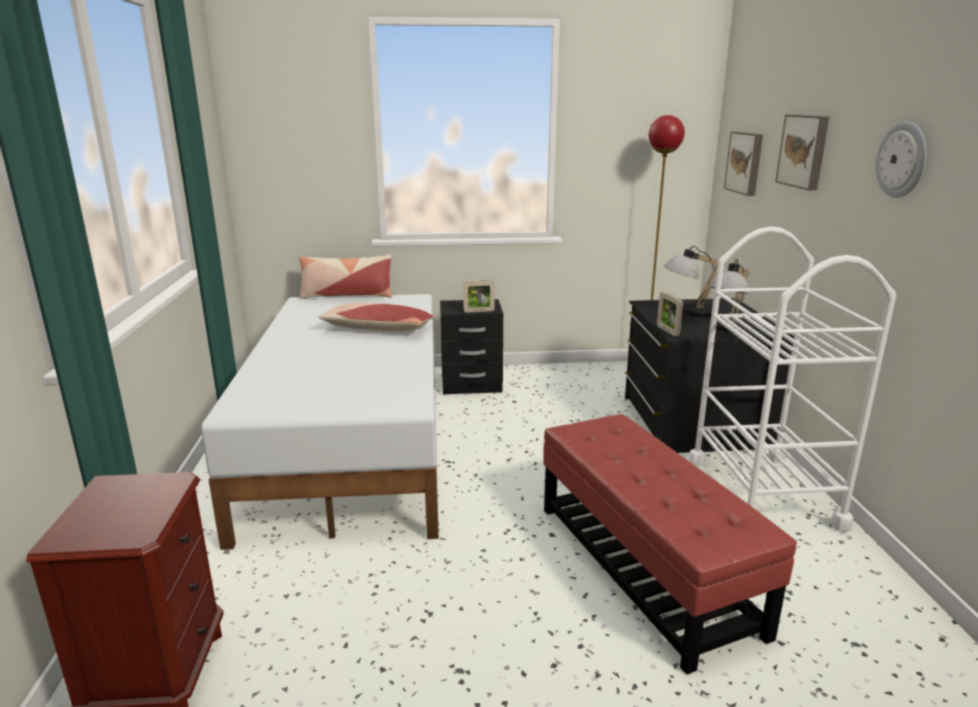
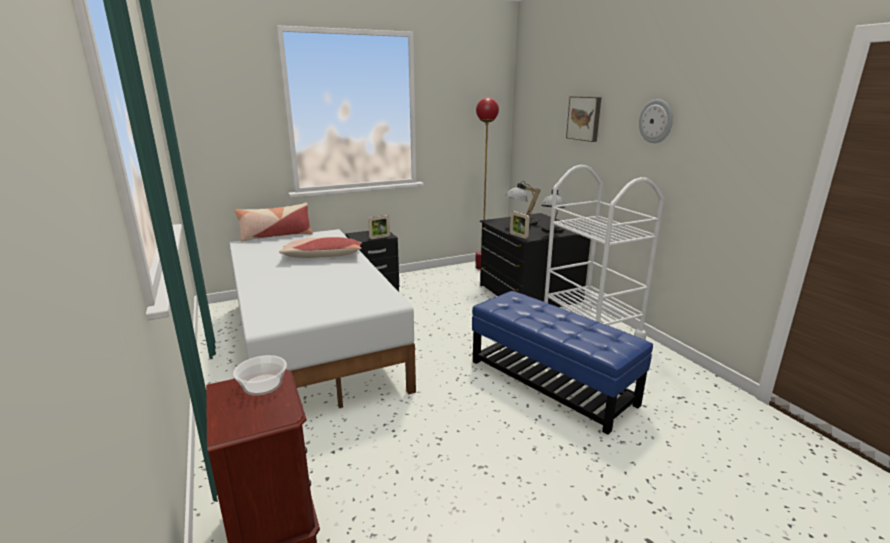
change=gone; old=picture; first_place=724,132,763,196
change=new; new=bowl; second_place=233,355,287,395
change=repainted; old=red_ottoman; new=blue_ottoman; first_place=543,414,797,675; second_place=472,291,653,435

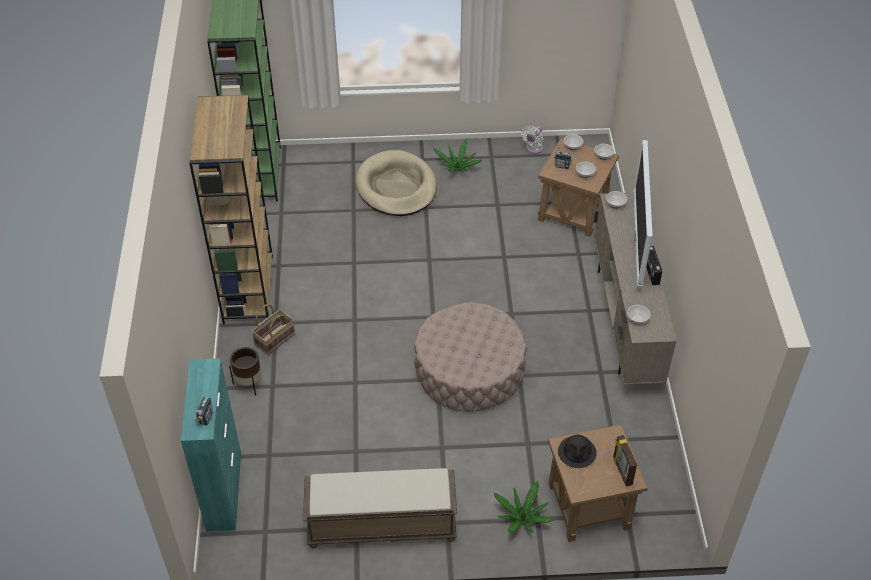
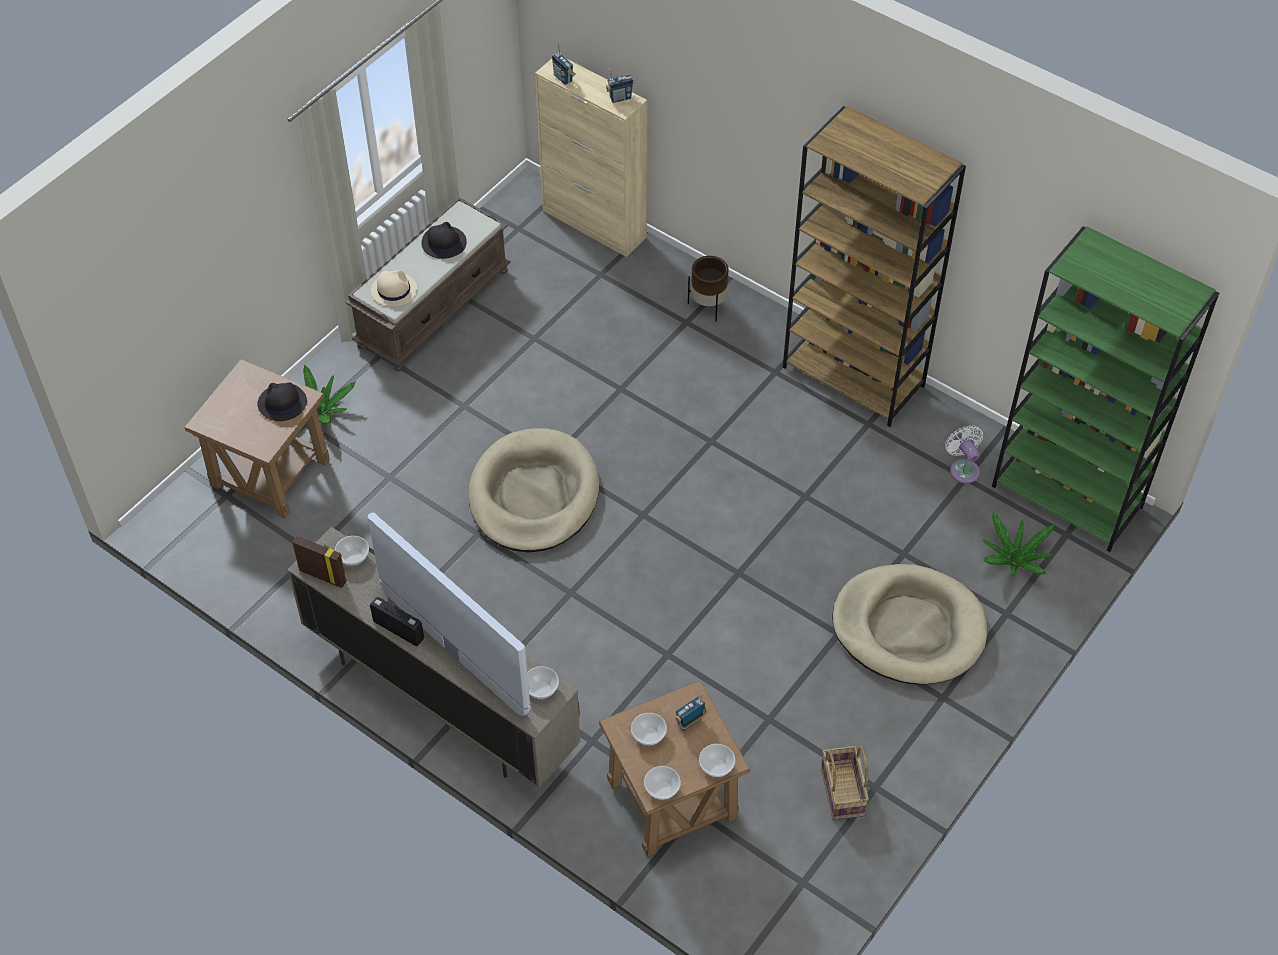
change=new; new=beige_hat; second_place=371,270,417,306
change=new; new=black_hat; second_place=421,222,467,259
change=new; new=radio; second_place=606,69,635,103
change=shifted; old=basket; first_place=252,304,295,355; second_place=821,745,869,820
change=shifted; old=potted_plant; first_place=433,139,482,171; second_place=983,511,1055,576
change=shifted; old=white_fan; first_place=521,126,544,154; second_place=945,425,983,484
change=shifted; old=picture_frame; first_place=613,435,637,487; second_place=292,536,347,588
change=swapped; old=beige_ottoman; new=beige_dog_bed; first_place=414,302,527,412; second_place=468,428,599,553
change=repainted; old=turquoise_cabinet; new=beige_cabinet; first_place=181,358,241,532; second_place=535,59,647,257

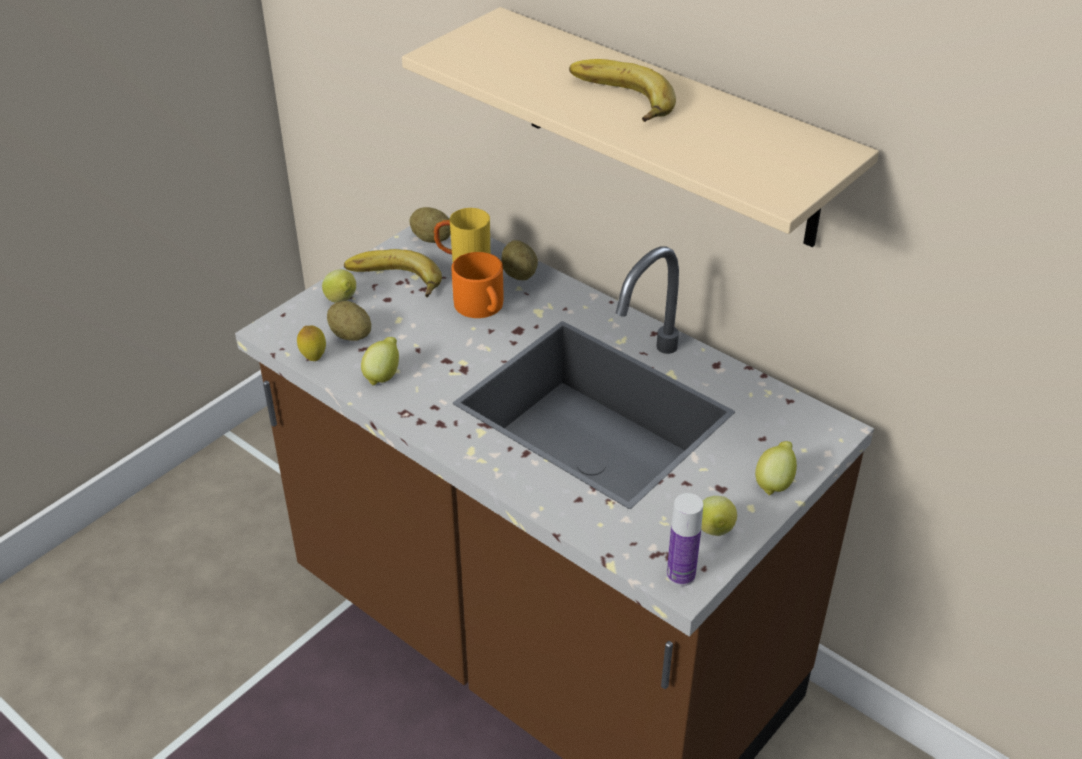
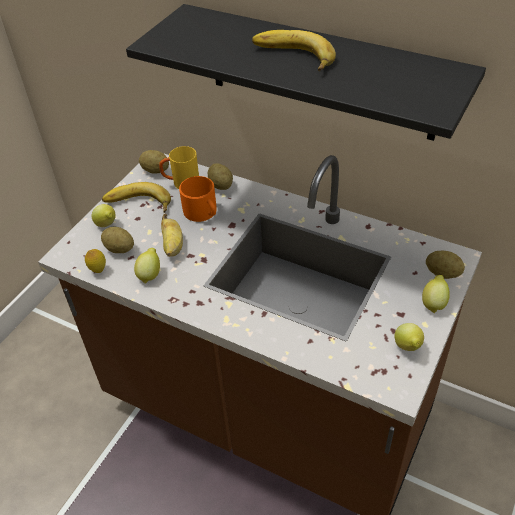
change=gone; old=bottle; first_place=667,493,703,586
change=new; new=banana; second_place=161,214,183,257
change=new; new=potato; second_place=426,251,465,279
change=repainted; old=beige_shelf; new=black_shelf; first_place=402,7,879,247; second_place=126,4,486,141

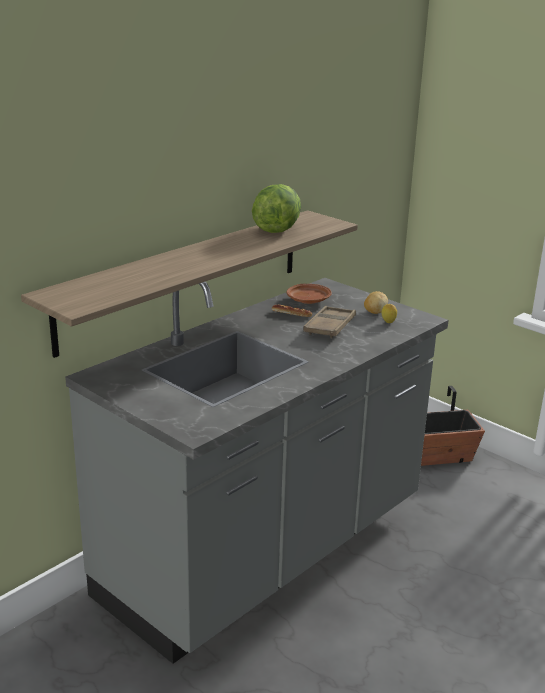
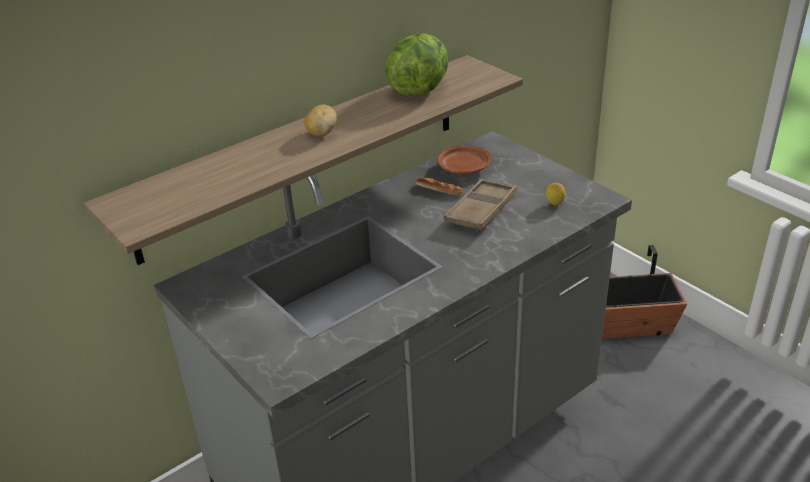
change=shifted; old=potato; first_place=364,291,388,314; second_place=304,105,337,136

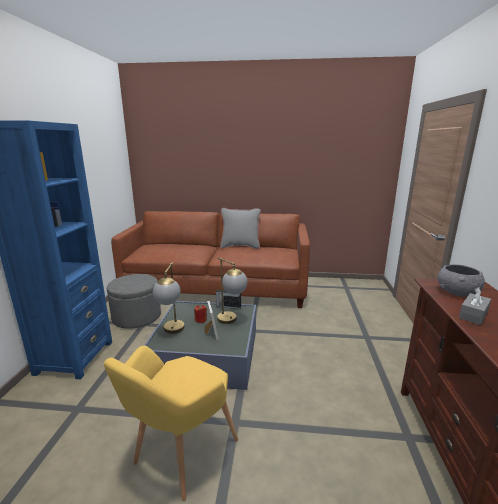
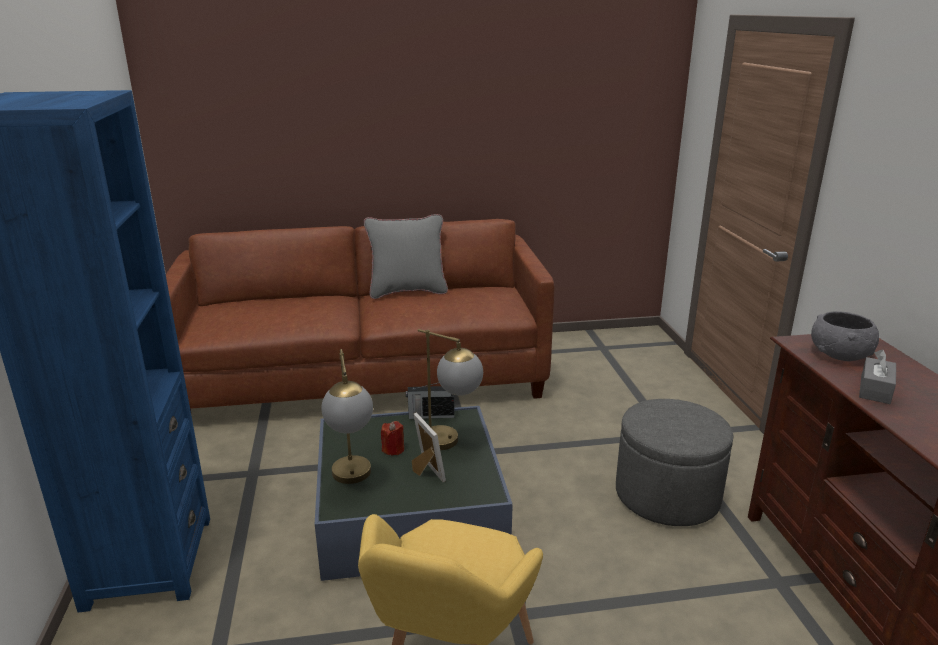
change=shifted; old=grey_ottoman; first_place=107,274,161,329; second_place=616,399,733,526

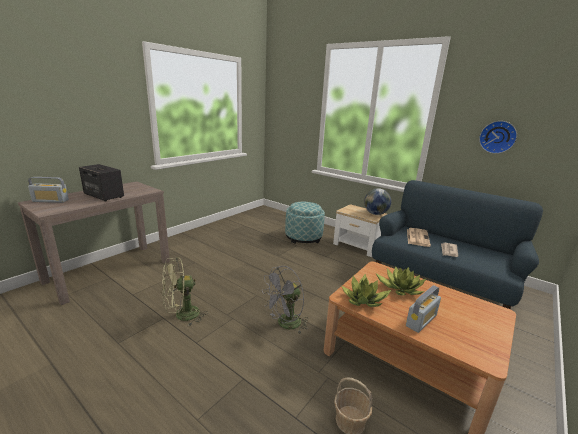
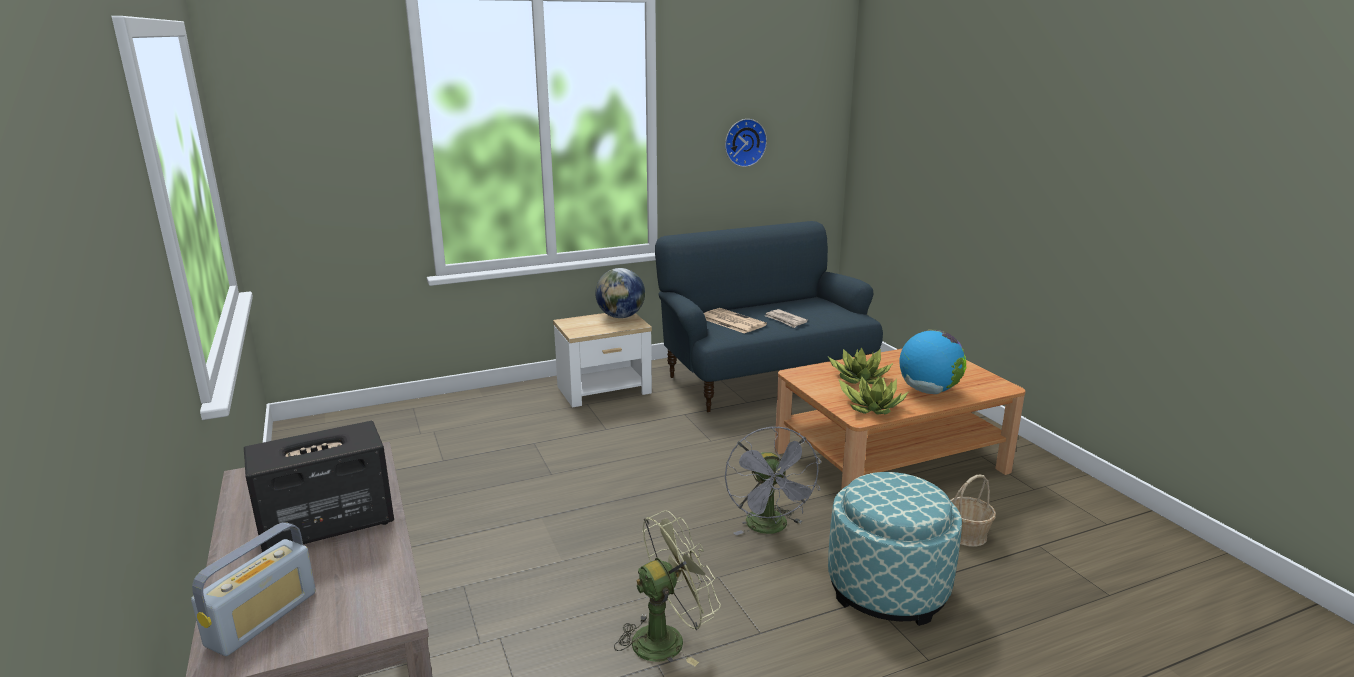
change=shifted; old=ottoman; first_place=285,202,325,243; second_place=828,472,962,626
change=swapped; old=radio; new=globe; first_place=406,285,441,333; second_place=899,330,967,394
change=rotated; old=green_fan; first_place=162,257,208,327; second_place=614,510,721,666; degrees=-120

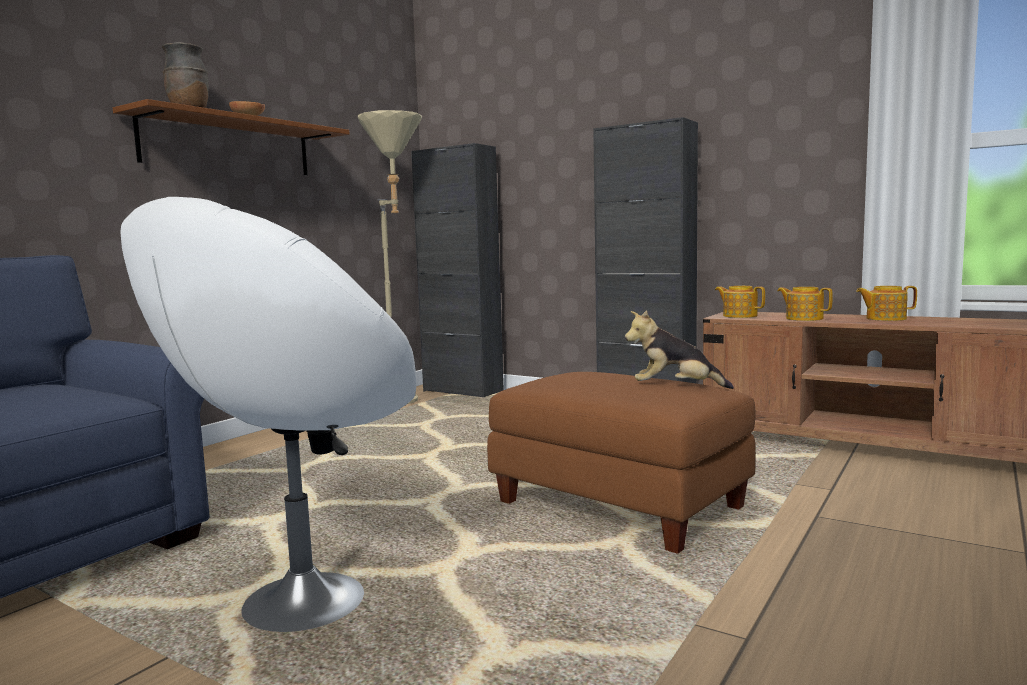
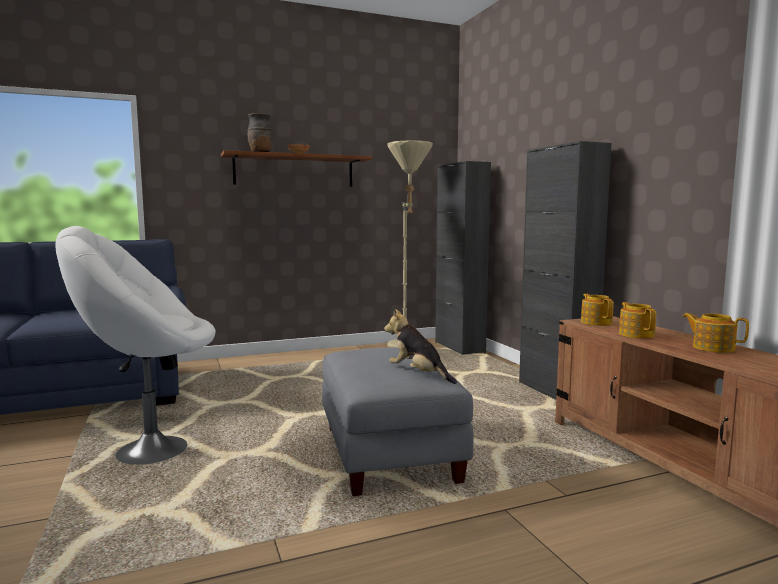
change=repainted; old=brown_ottoman; new=grey_ottoman; first_place=487,372,756,554; second_place=322,348,473,496

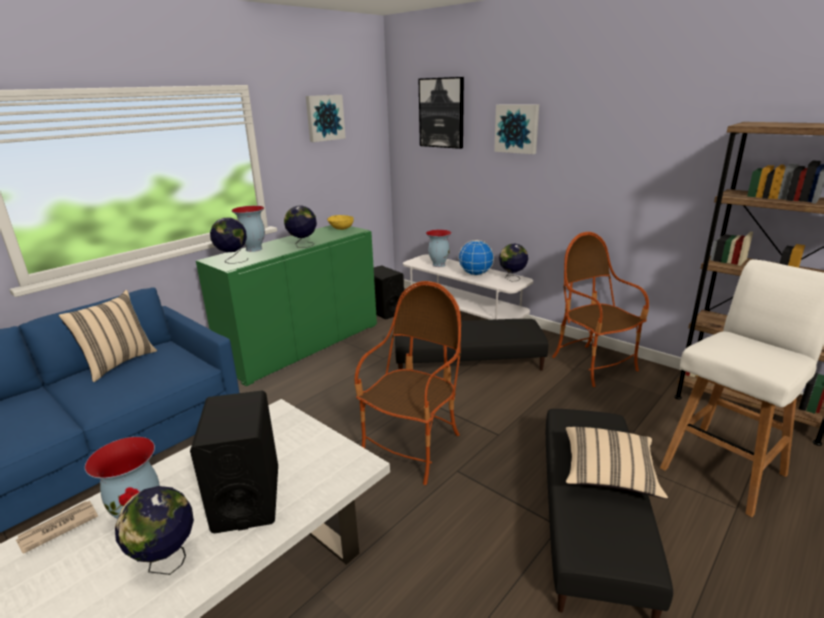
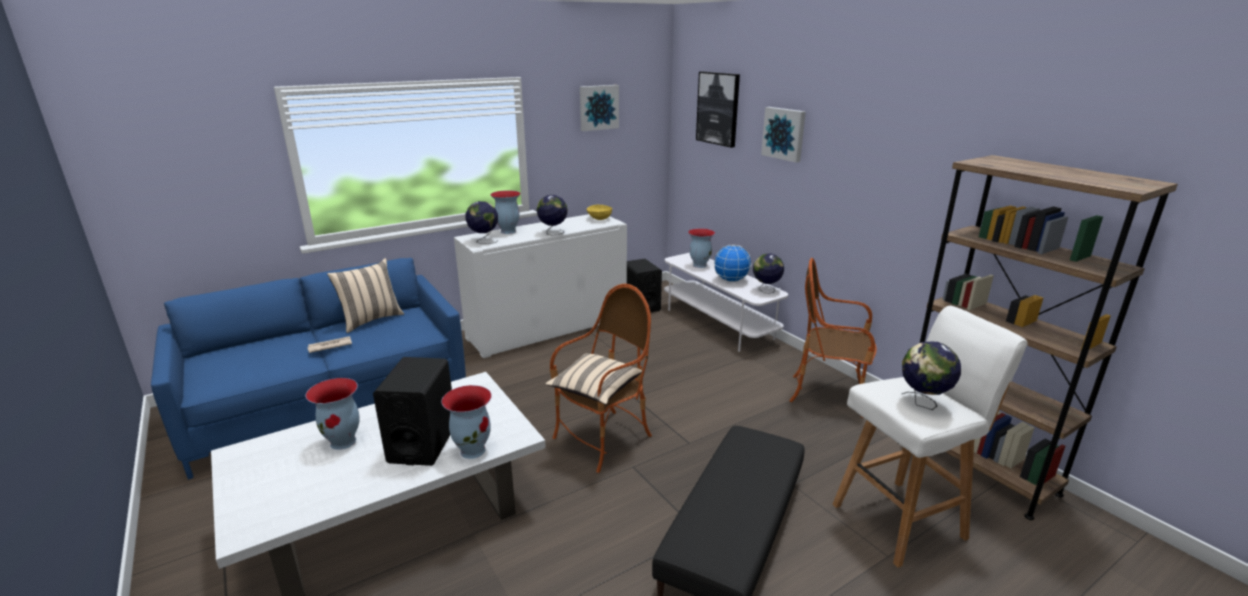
change=gone; old=black_ottoman; first_place=395,319,548,370
change=new; new=vase; second_place=441,385,492,459
change=shifted; old=newspaper; first_place=16,501,98,554; second_place=307,336,352,353
change=shifted; old=globe; first_place=115,486,194,575; second_place=902,342,961,410
change=shifted; old=beige_pillow; first_place=565,427,668,499; second_place=545,353,642,405
change=repainted; old=green_cabinet; new=white_cabinet; first_place=196,225,377,386; second_place=454,214,627,358
change=rotated; old=armchair; first_place=552,232,649,387; second_place=789,258,877,418; degrees=-60

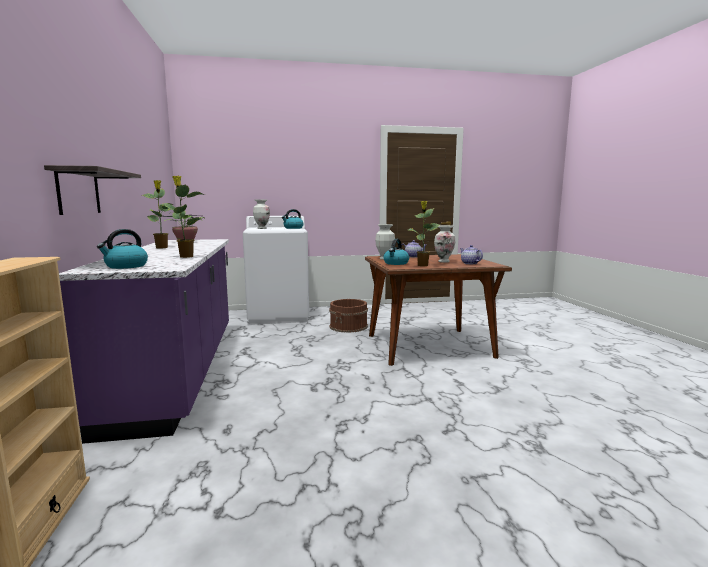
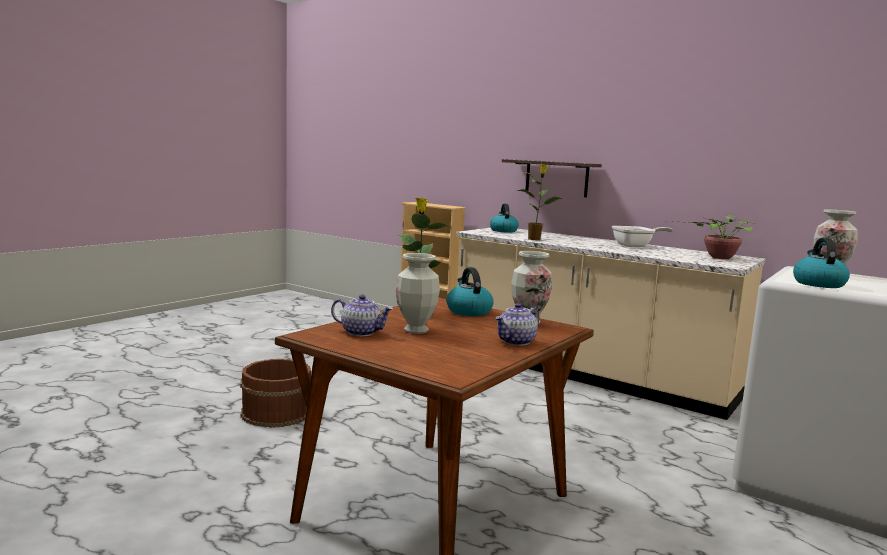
change=shifted; old=brown_bucket; first_place=329,299,368,333; second_place=240,359,311,428
change=swapped; old=potted_plant; new=frying_pan; first_place=142,180,173,248; second_place=612,226,673,247
change=repainted; old=purple_counter; new=beige_counter; first_place=59,239,229,444; second_place=456,228,765,420

